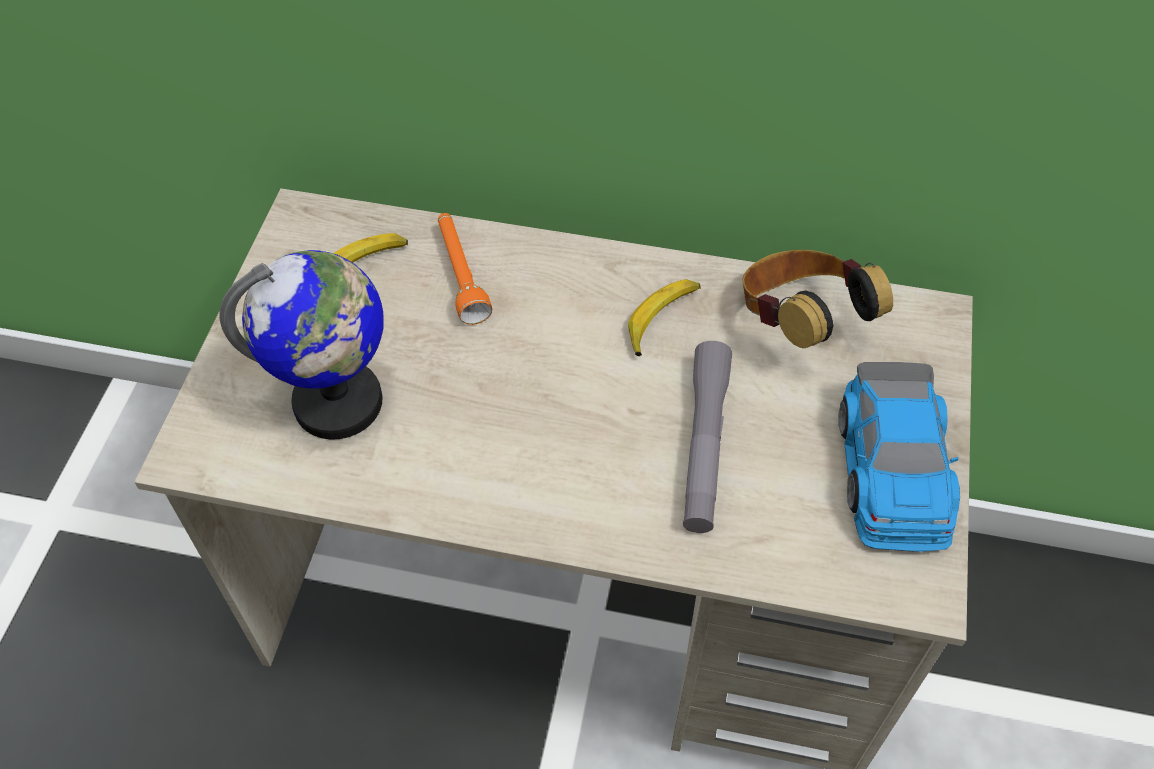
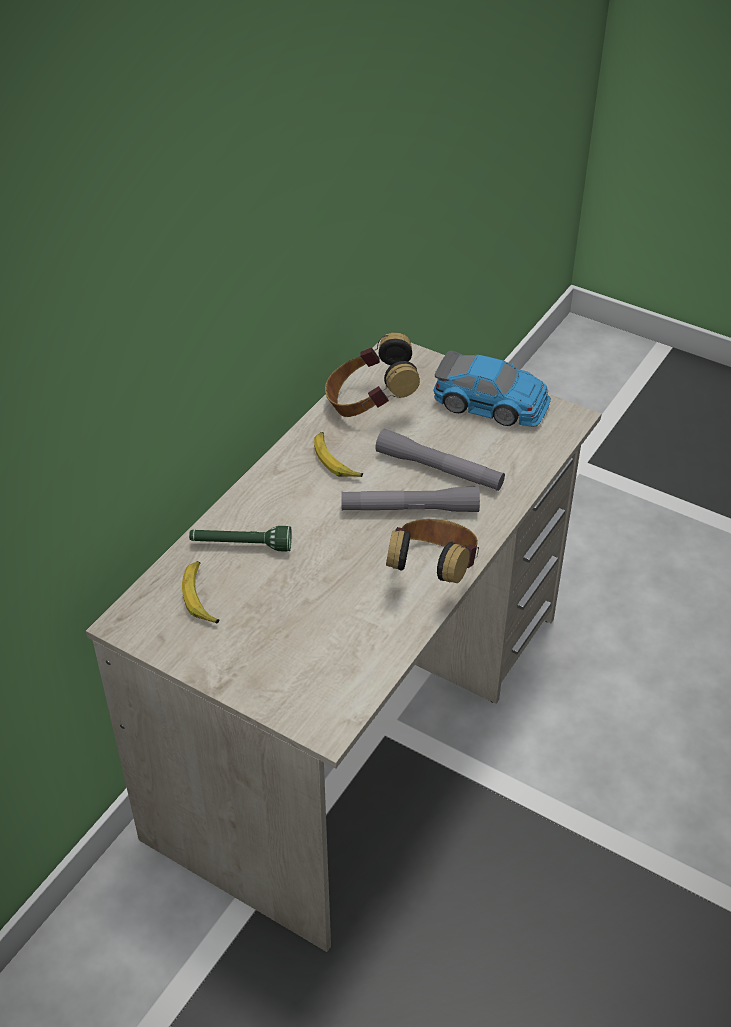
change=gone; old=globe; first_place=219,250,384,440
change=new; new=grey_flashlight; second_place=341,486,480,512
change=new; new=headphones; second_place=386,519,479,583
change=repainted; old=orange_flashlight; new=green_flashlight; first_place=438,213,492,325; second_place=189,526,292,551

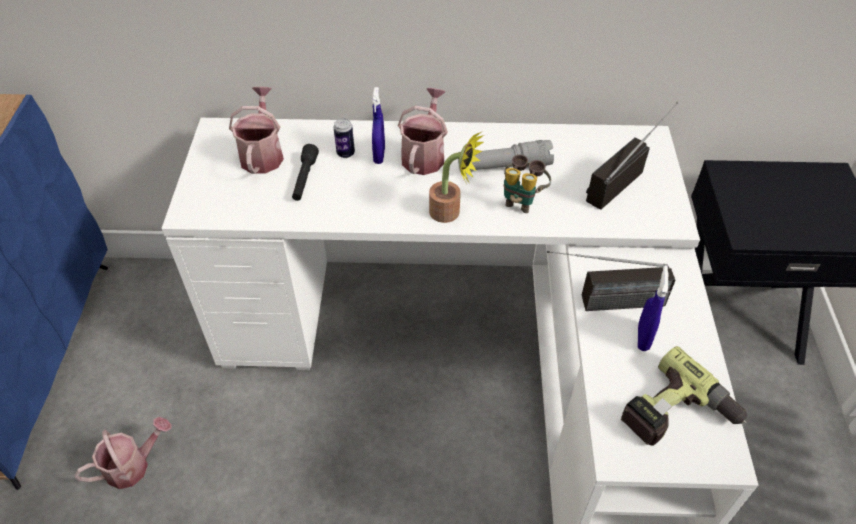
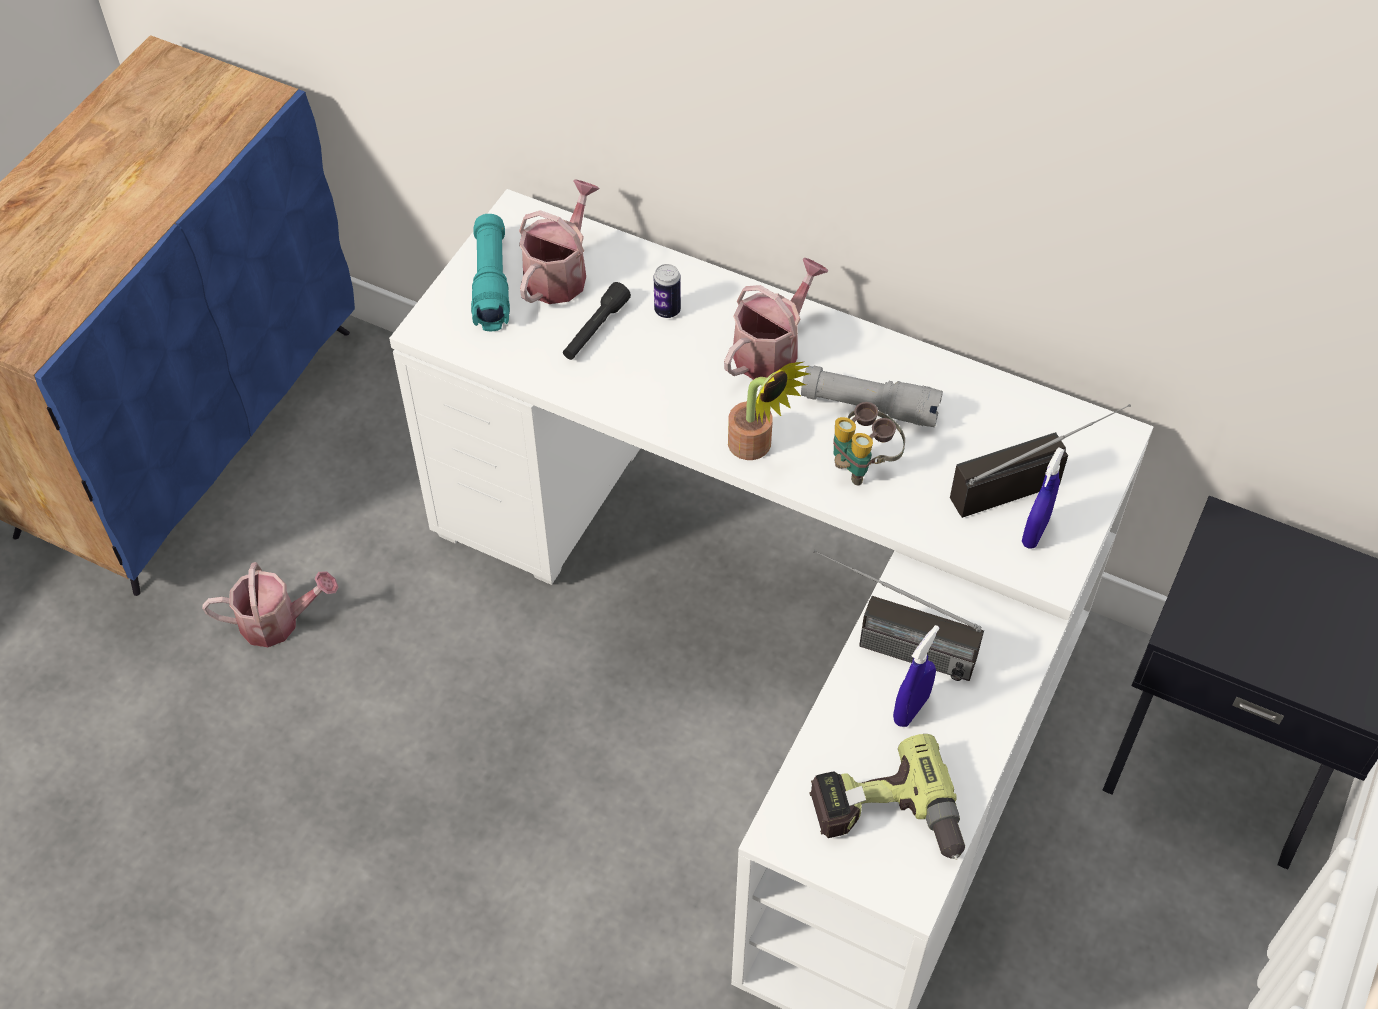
change=new; new=turquoise_flashlight; second_place=471,214,510,331
change=shifted; old=blue_spray_bottle; first_place=372,87,385,164; second_place=1022,447,1064,549

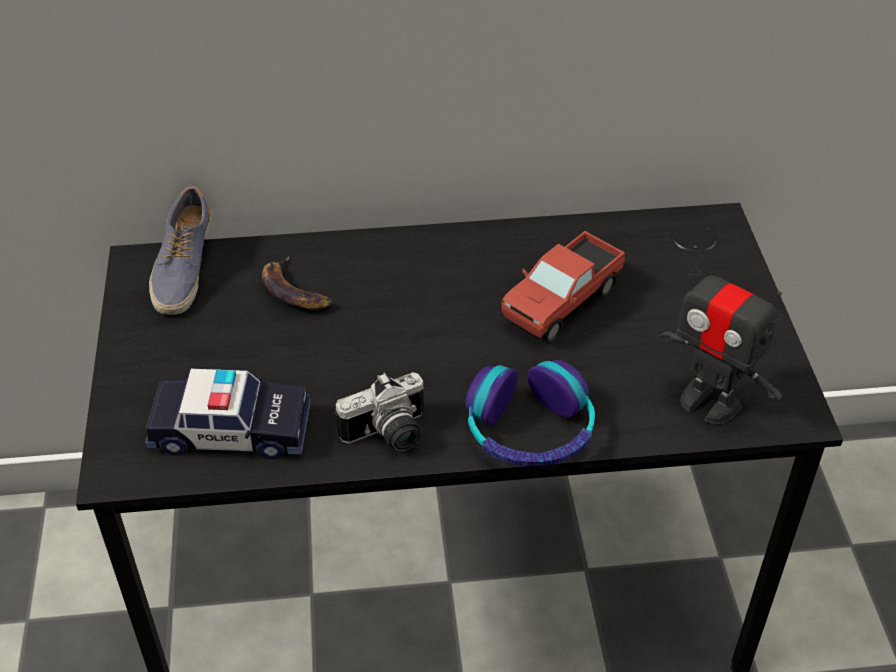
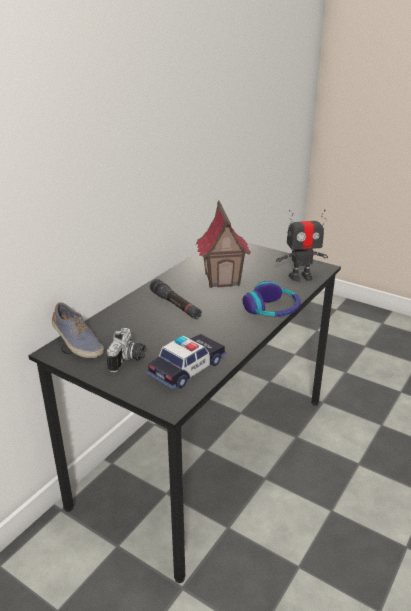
change=gone; old=banana; first_place=262,256,333,310
change=new; new=black_flashlight; second_place=150,279,202,319
change=shifted; old=photo_camera; first_place=335,372,424,452; second_place=106,328,146,372
change=swapped; old=toy_truck; new=toy_house; first_place=501,231,625,344; second_place=196,200,251,288

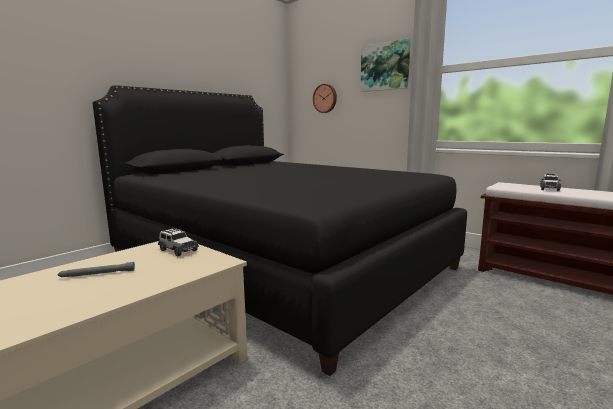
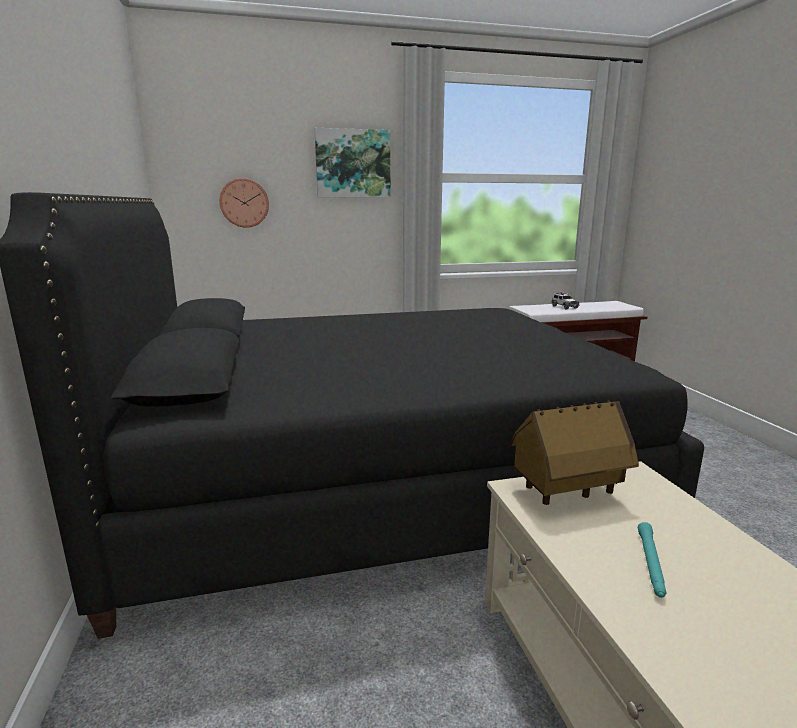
change=swapped; old=toy_car; new=toy_house; first_place=158,228,199,256; second_place=510,400,639,505
change=repainted; old=grey_flashlight; new=turquoise_flashlight; first_place=58,262,135,277; second_place=638,522,666,598

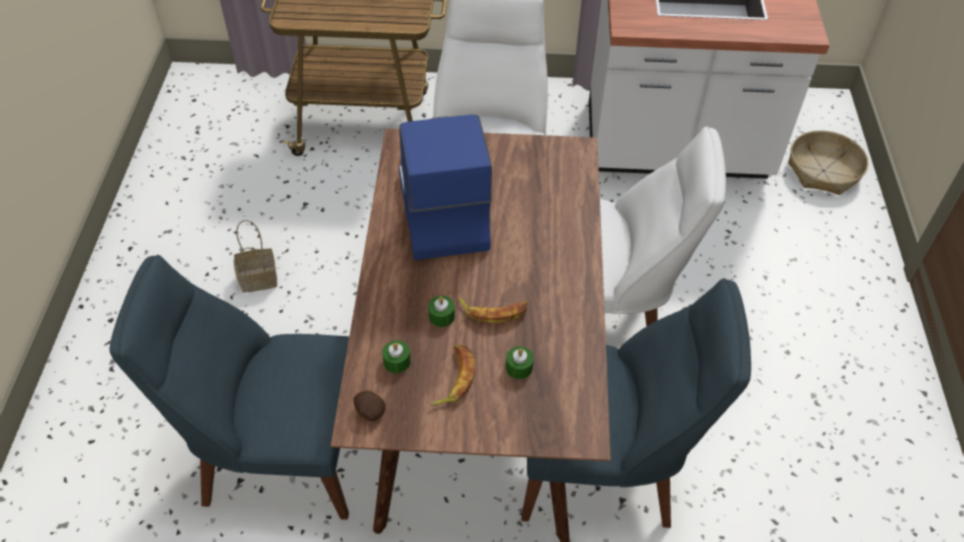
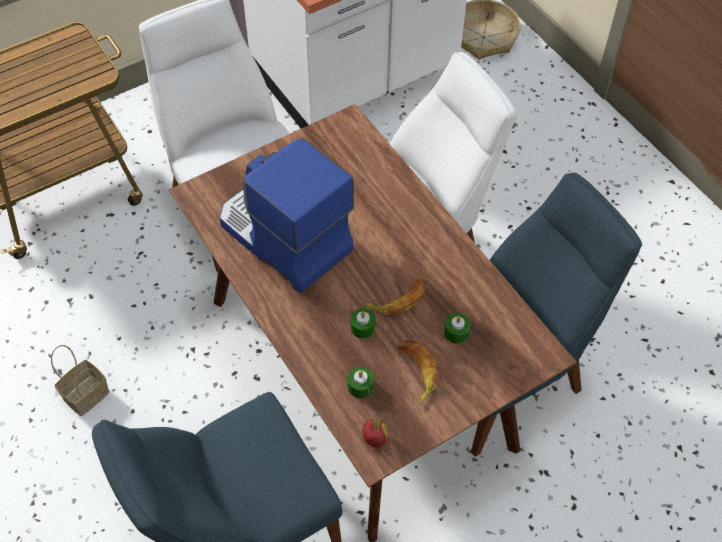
change=swapped; old=potato; new=apple; first_place=354,391,386,421; second_place=362,418,387,447

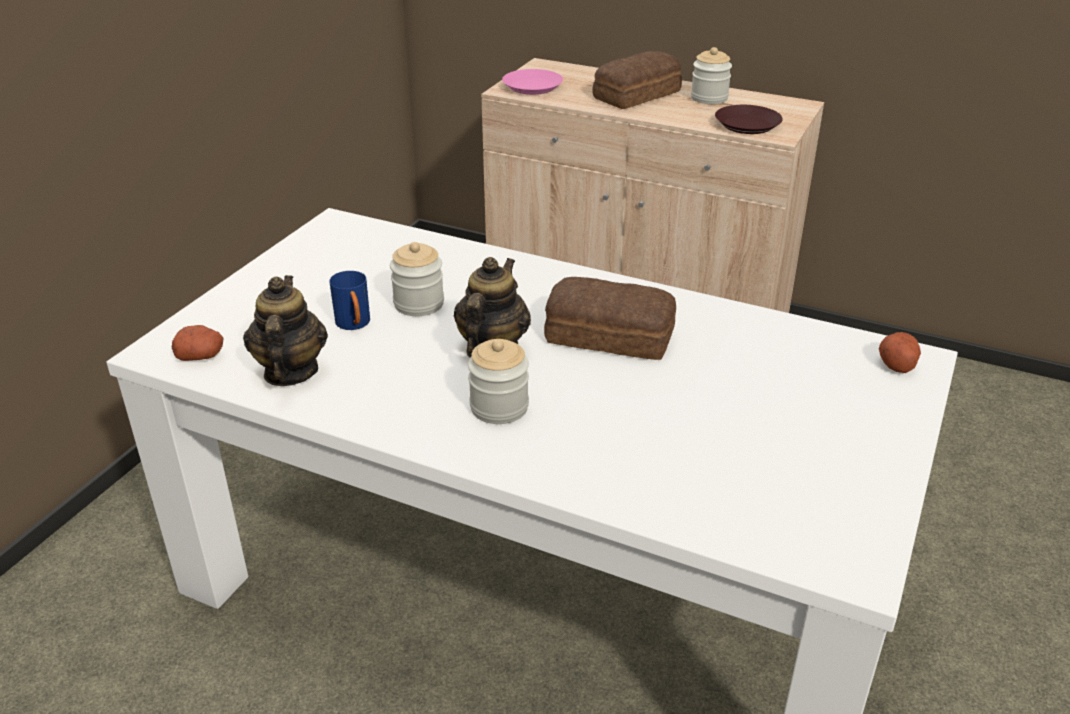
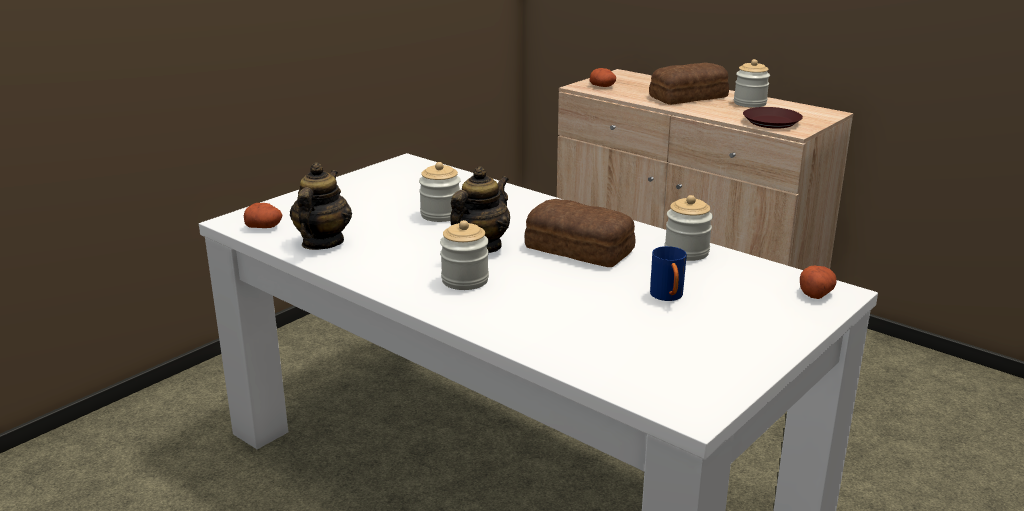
change=new; new=jar; second_place=665,195,713,261
change=shifted; old=blue_mug; first_place=329,271,370,330; second_place=650,246,687,301
change=swapped; old=pink_plate; new=potato; first_place=502,69,563,95; second_place=590,68,616,87

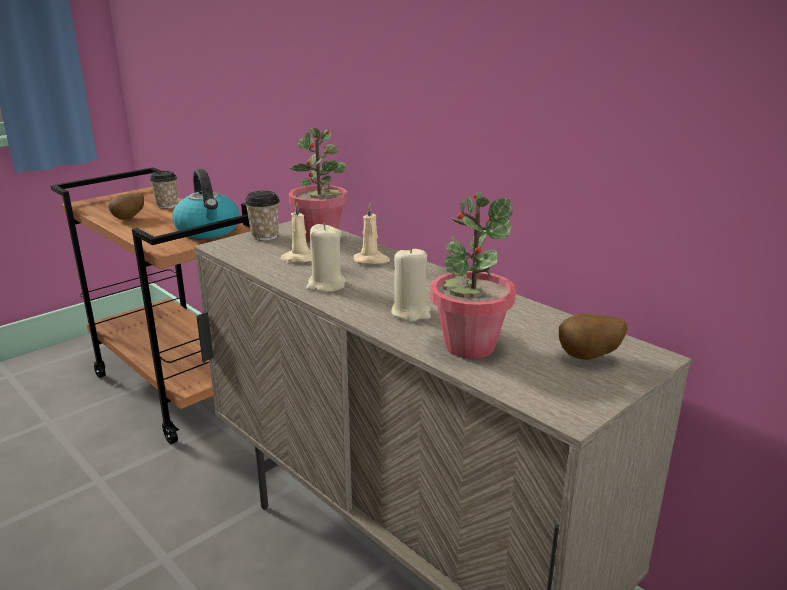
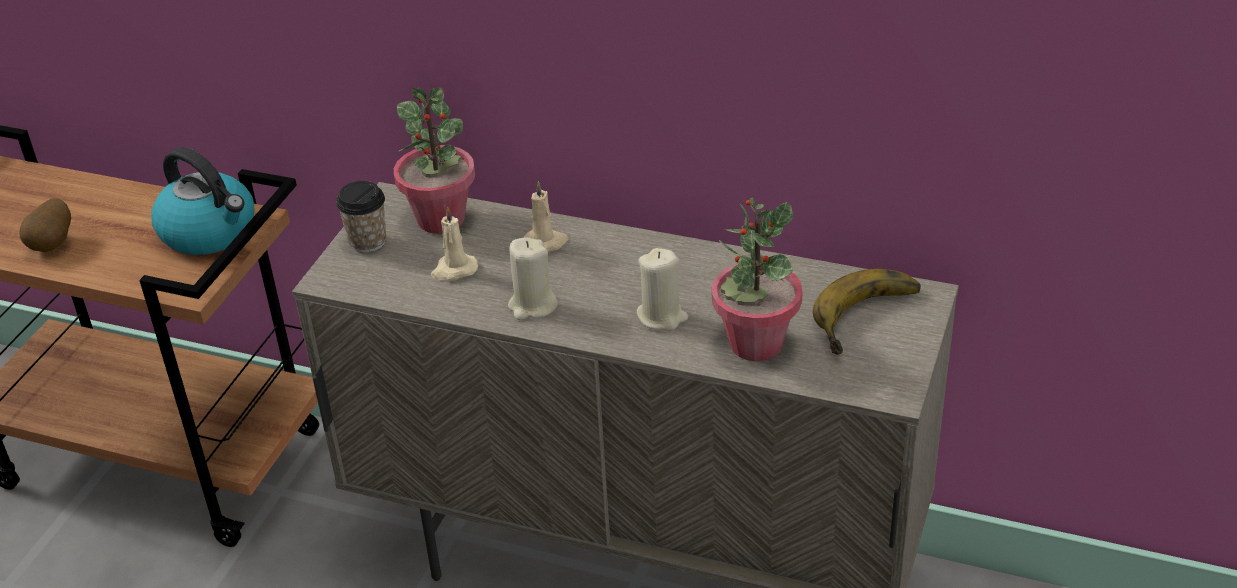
change=gone; old=cup; first_place=150,171,177,209
change=swapped; old=potato; new=banana; first_place=559,313,627,360; second_place=813,269,921,355

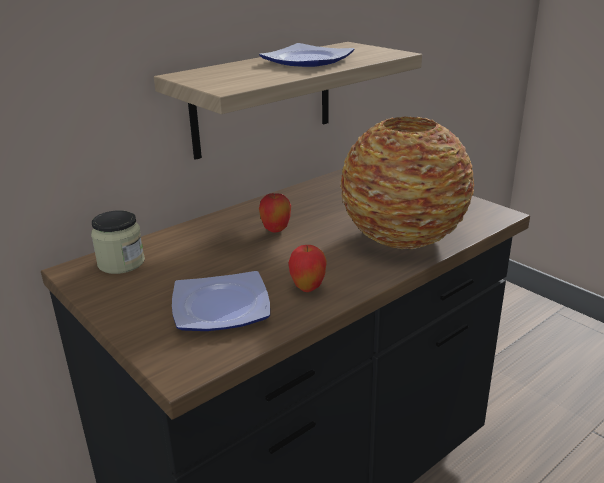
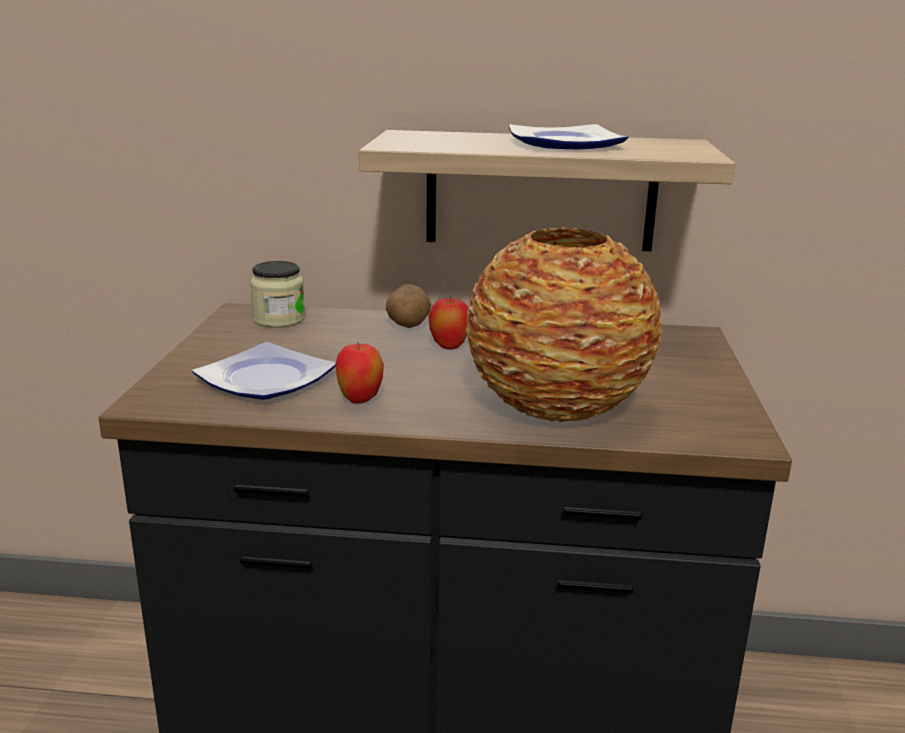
change=new; new=potato; second_place=386,284,431,328

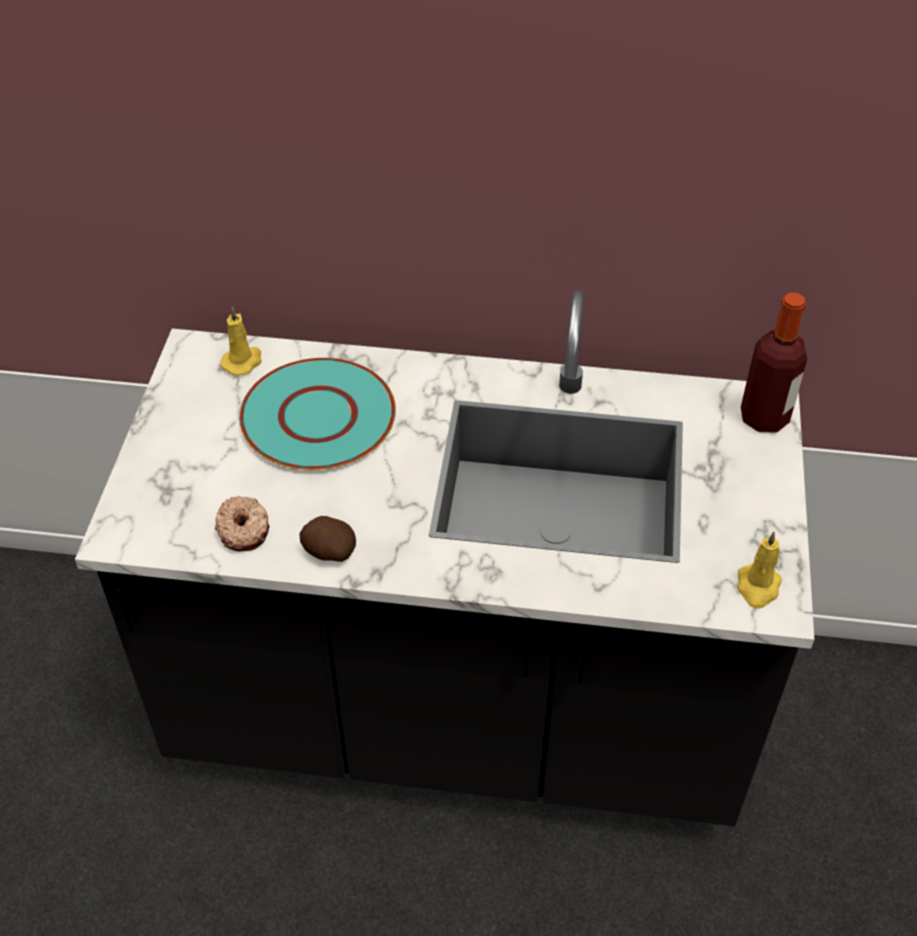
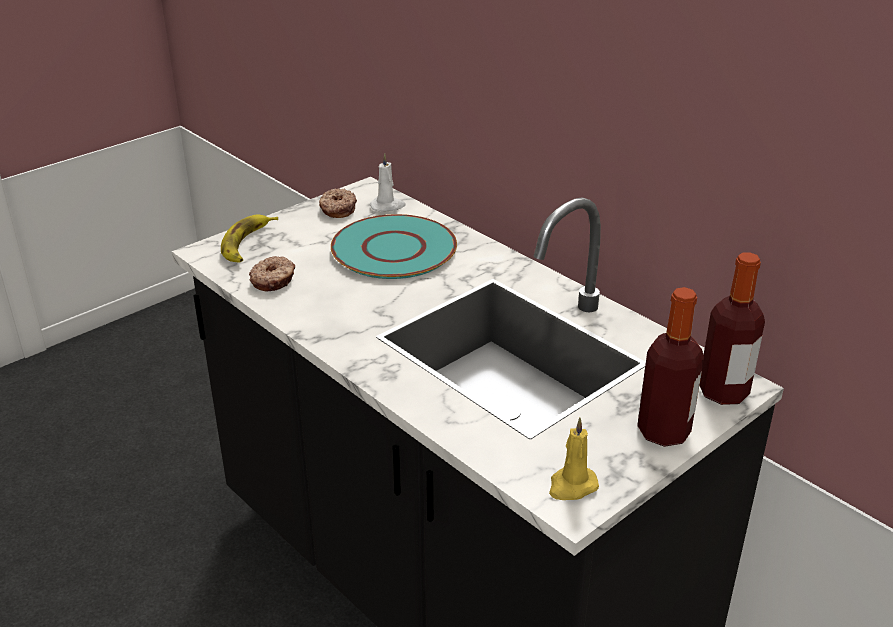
change=gone; old=potato; first_place=299,516,356,562
change=new; new=banana; second_place=221,215,278,263
change=new; new=donut; second_place=319,188,357,218
change=new; new=bottle; second_place=637,287,704,447
change=repainted; old=yellow_candle; new=white_candle; first_place=220,306,262,376; second_place=370,153,406,212

